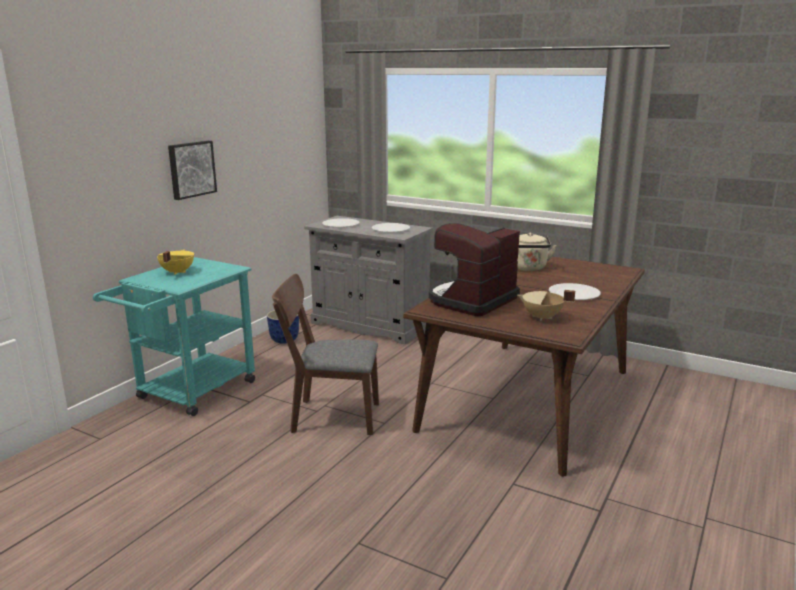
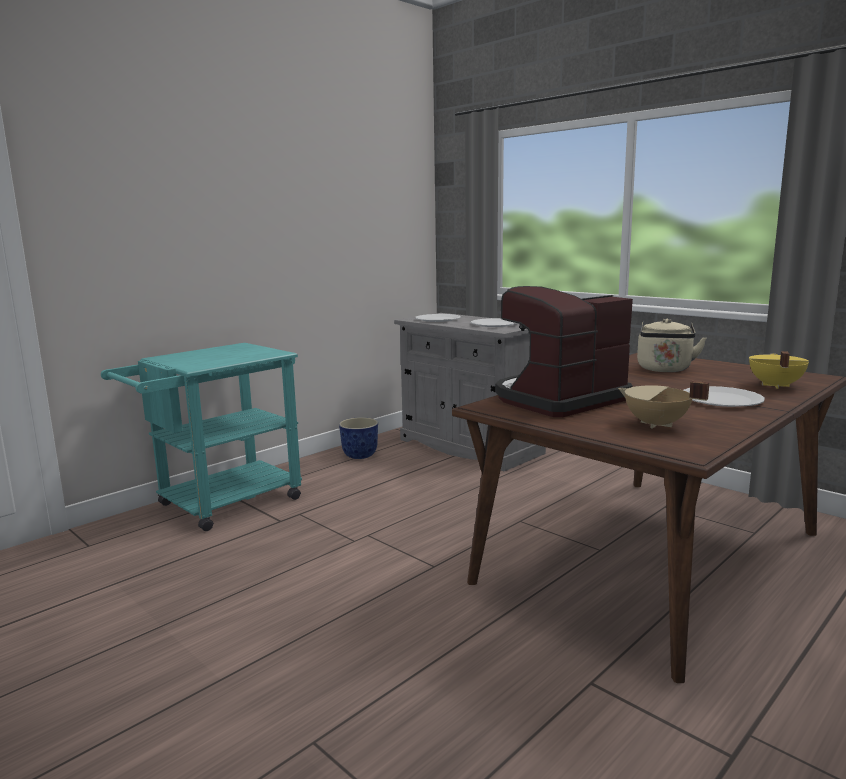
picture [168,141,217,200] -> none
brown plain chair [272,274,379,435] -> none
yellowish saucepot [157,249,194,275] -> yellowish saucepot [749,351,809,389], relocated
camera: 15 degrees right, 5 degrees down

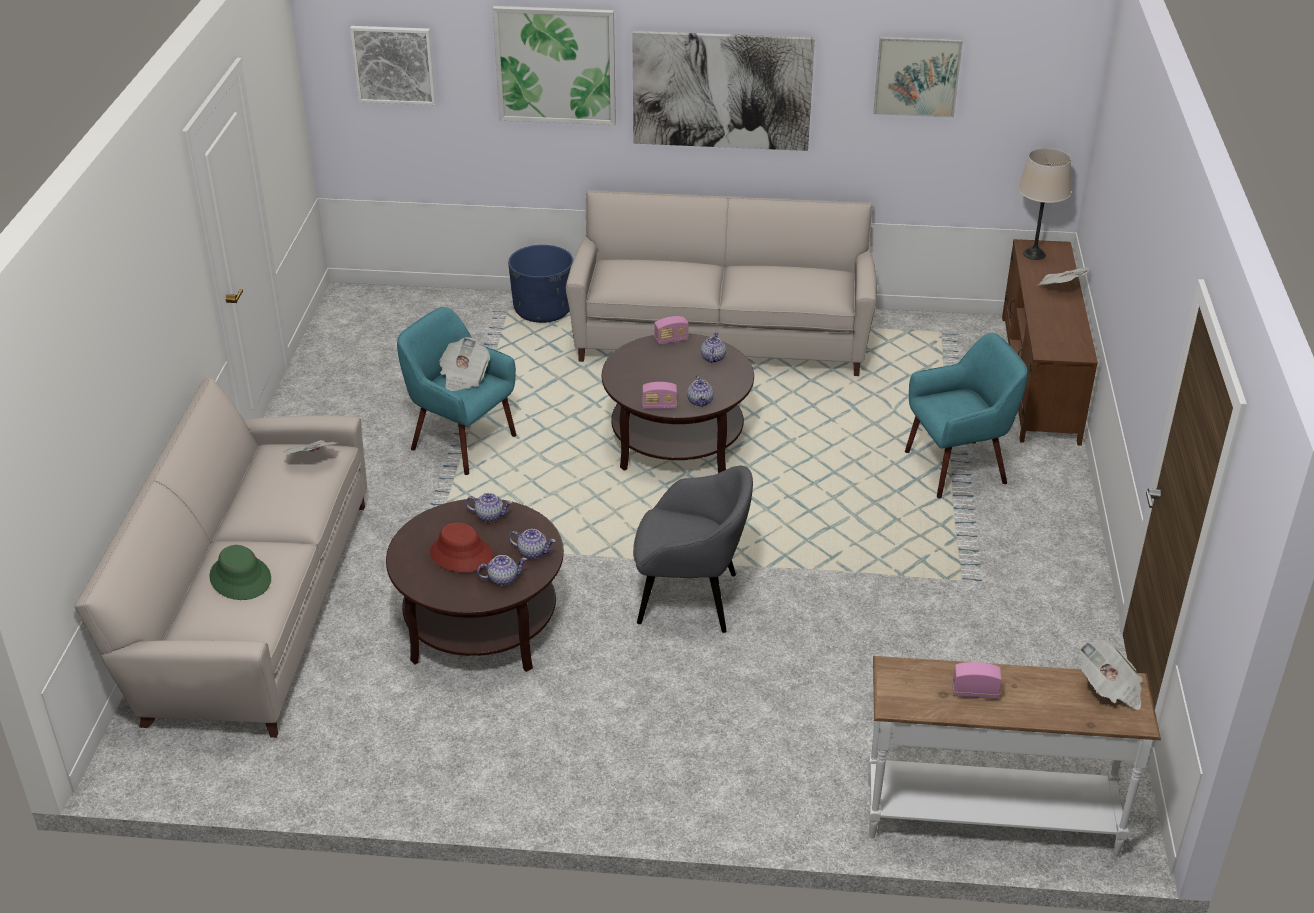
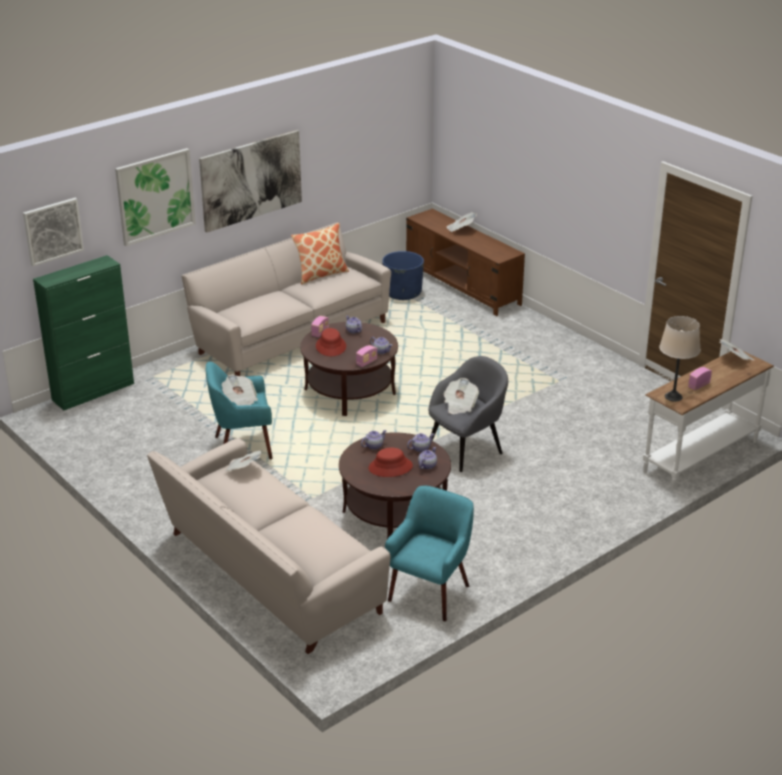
greenish clothing hat [209,545,271,600] -> none
picture [873,37,963,117] -> none
none -> greenish storage cabinet [33,255,134,410]
none -> pillow [291,223,349,285]
none -> reddish clothing hat [316,328,346,356]
none -> newspaper [444,378,479,414]
bluish planter [508,245,573,323] -> bluish planter [382,251,424,300], relocated
blue-green lounge chair [905,333,1027,498] -> blue-green lounge chair [385,485,474,621], relocated
beige-coloured tabletop lamp [1018,148,1071,260] -> beige-coloured tabletop lamp [659,316,701,402], relocated
camera: 45 degrees left, 5 degrees down

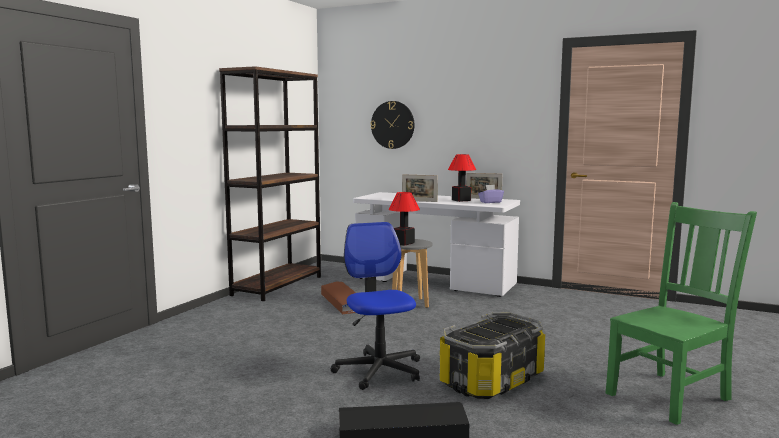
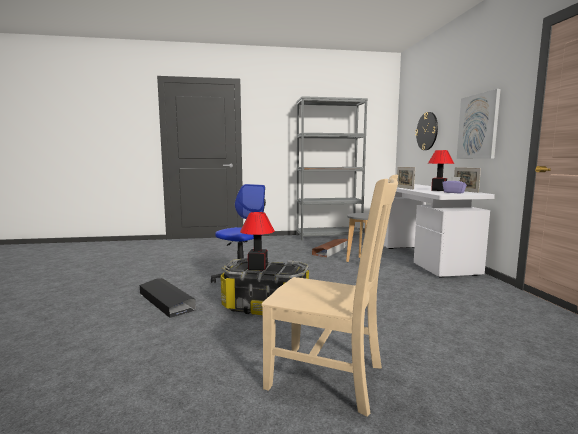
none -> picture [457,89,501,159]
tabletop lamp [388,192,420,246] -> tabletop lamp [240,212,275,270], relocated
brown bookshelf [219,66,321,301] -> greyish bookshelf [297,96,368,241]
greenish plain chair [606,202,757,425] -> beige-coloured plain chair [262,174,398,417]
camera: 55 degrees right, 0 degrees up

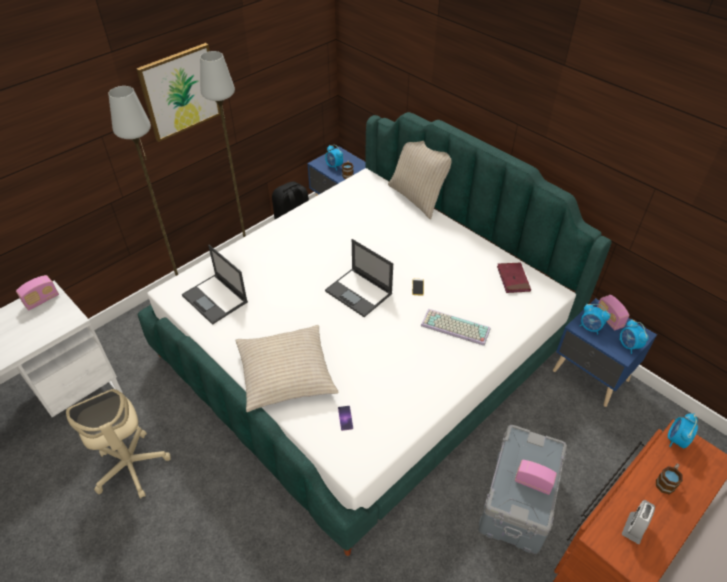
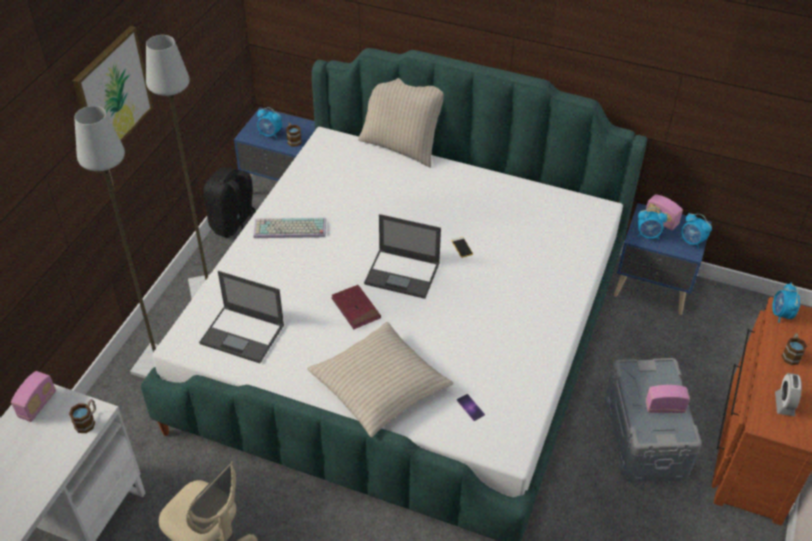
none -> coffee mug [69,399,96,433]
keyboard [421,309,490,346] -> keyboard [253,218,326,238], relocated
reddish bound book [497,262,531,293] -> reddish bound book [331,285,381,329], relocated
camera: 25 degrees left, 0 degrees up

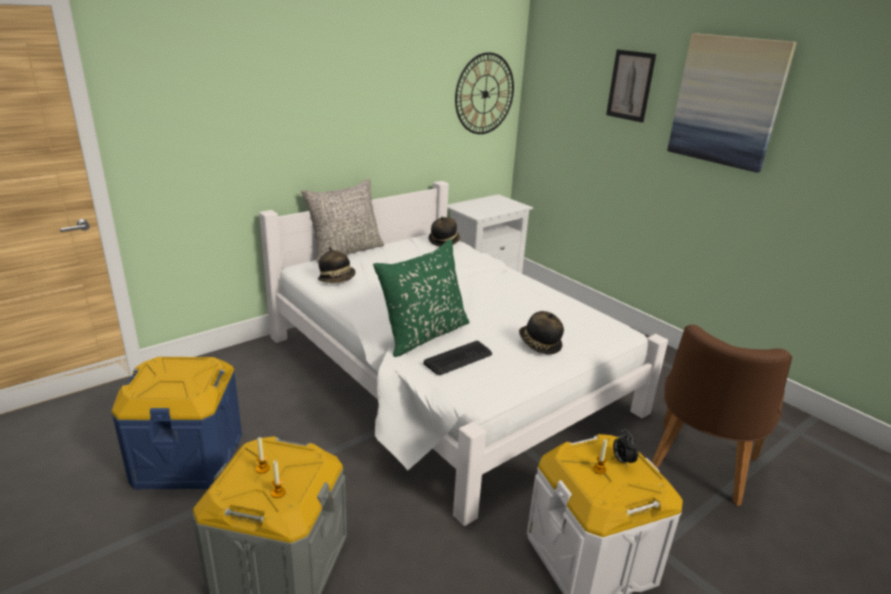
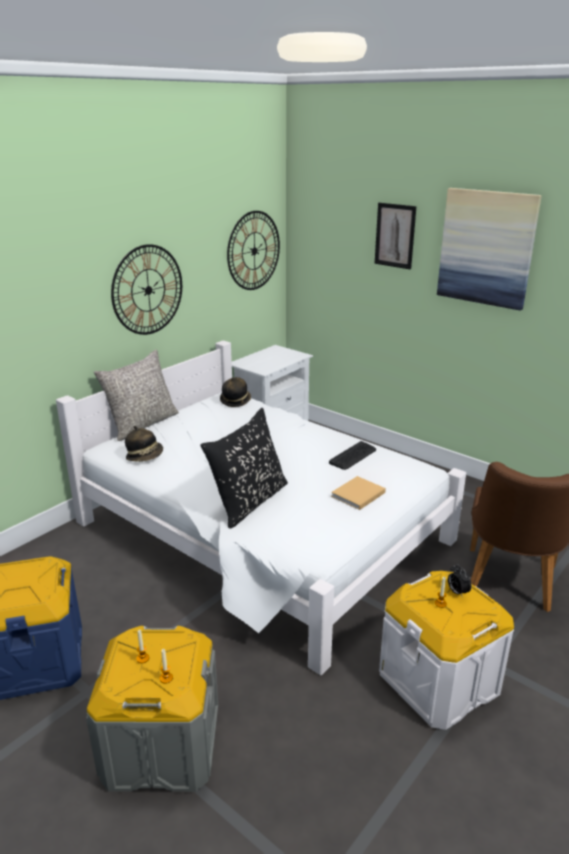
none -> hanging clock [111,244,182,335]
keyboard [424,341,492,375] -> keyboard [329,441,376,470], relocated
clothing hat [519,311,564,354] -> beige-coloured bound book [331,476,386,510]
greenish pillow [373,239,469,357] -> black-coloured pillow [200,408,288,529]
camera: 10 degrees left, 0 degrees up

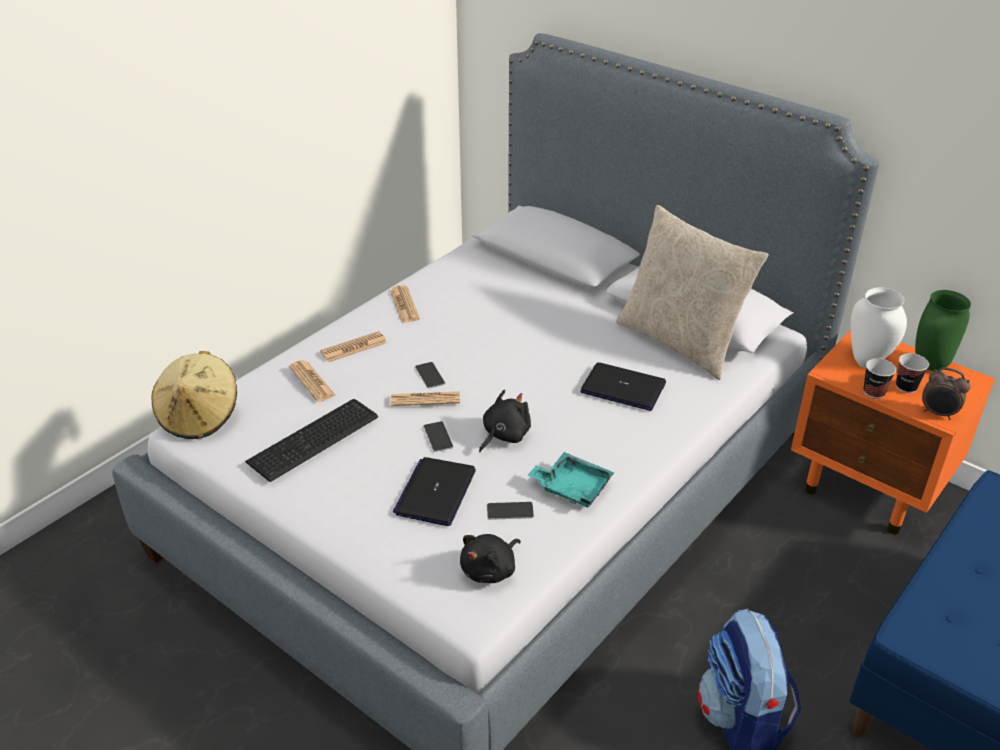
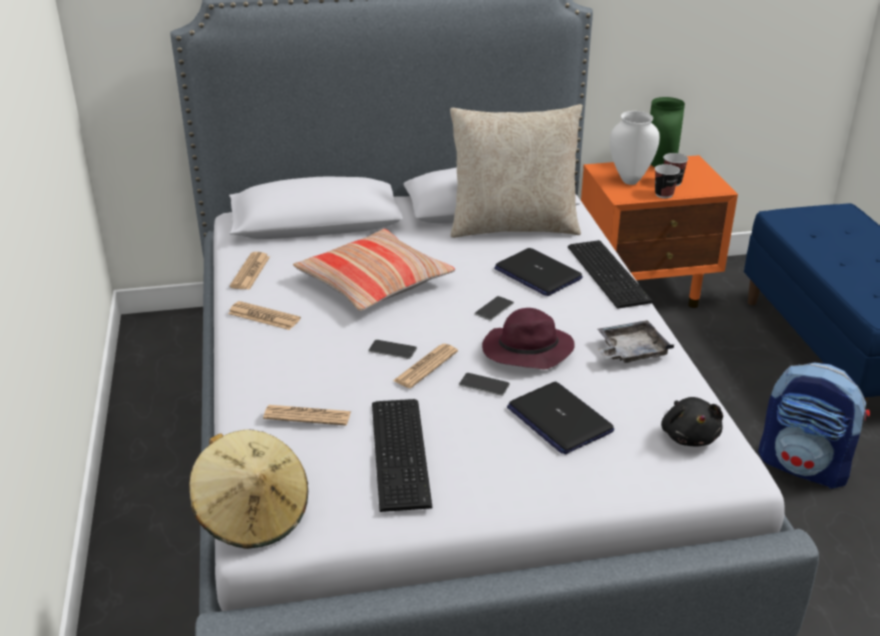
bedside clock [922,367,971,420] -> none
none -> pillow [293,229,455,311]
none -> keyboard [568,240,654,309]
newspaper [320,331,387,362] -> newspaper [230,252,270,290], relocated
handset [487,502,534,520] -> handset [475,296,514,320], relocated
black-coloured cuddly toy [479,390,531,452] -> purplish clothing hat [482,308,575,370]
blue-green serving tray [528,452,614,508] -> greyish serving tray [598,320,674,363]
notebook computer [580,362,666,411] -> notebook computer [494,248,583,296], 105 degrees counterclockwise
camera: 50 degrees left, 5 degrees down

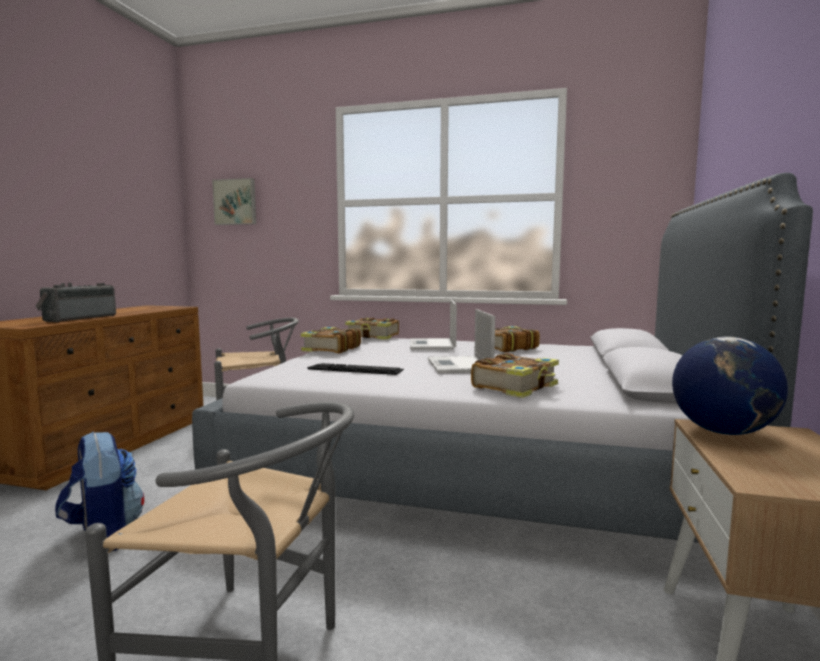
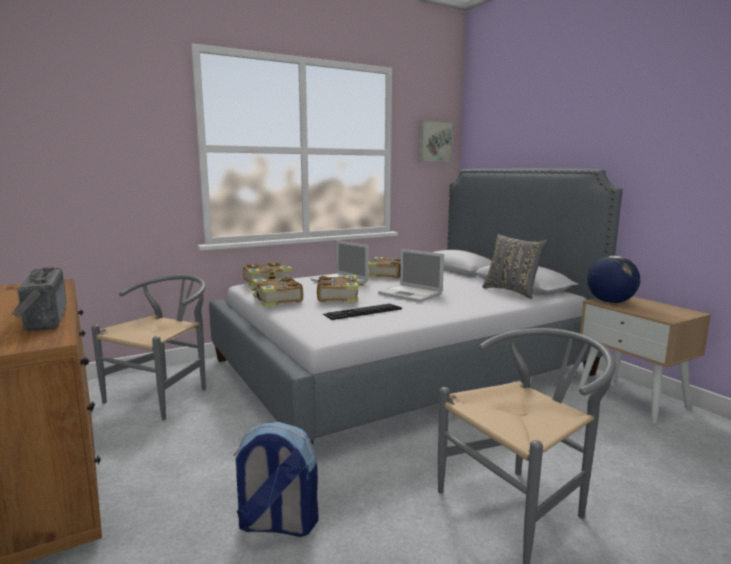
none -> greyish pillow [482,234,548,299]
picture [212,178,256,225] -> picture [418,120,453,162], relocated
bound book [471,353,559,398] -> bound book [317,275,366,302], relocated
camera: 45 degrees left, 5 degrees up

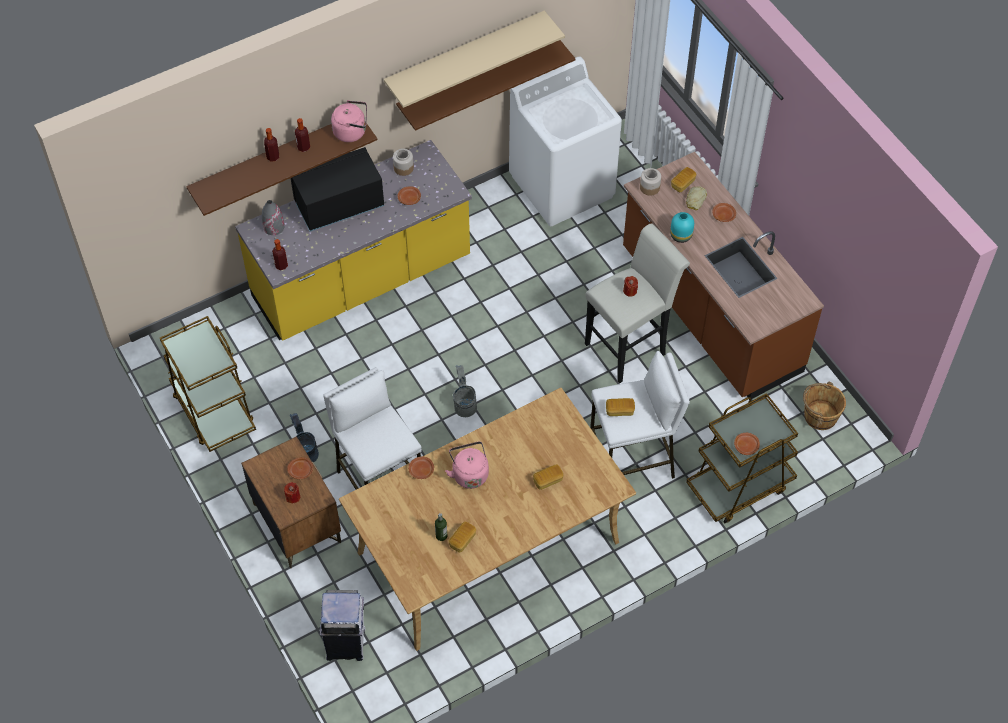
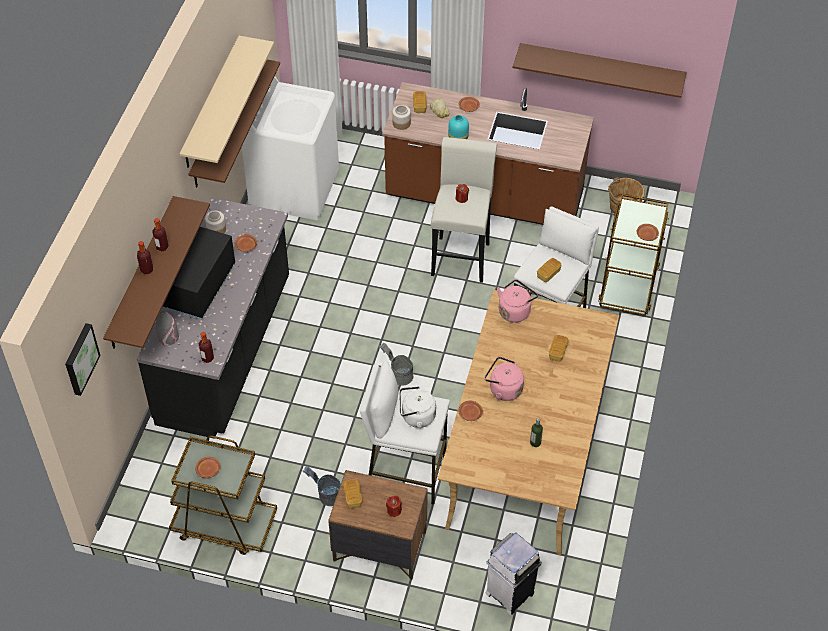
none -> picture [65,323,100,396]
none -> white water kettle [399,386,436,428]
none -> brown bracket shelf [513,43,687,98]
brown plate [287,457,313,479] -> brown plate [195,457,221,478], relocated
pink water kettle [331,100,367,142] -> pink water kettle [497,279,538,323], relocated
bread [448,522,476,552] -> bread [343,479,362,508], relocated
yellowish kitchen base unit [235,140,472,341] -> black-coloured kitchen base unit [137,198,289,439]
camera: 45 degrees left, 5 degrees down

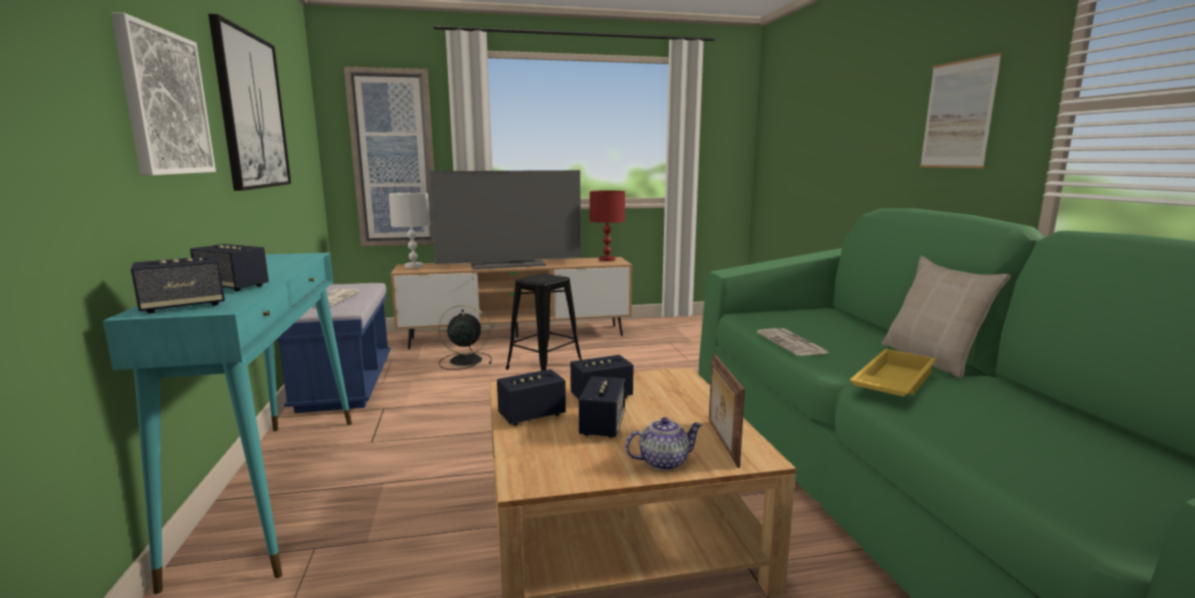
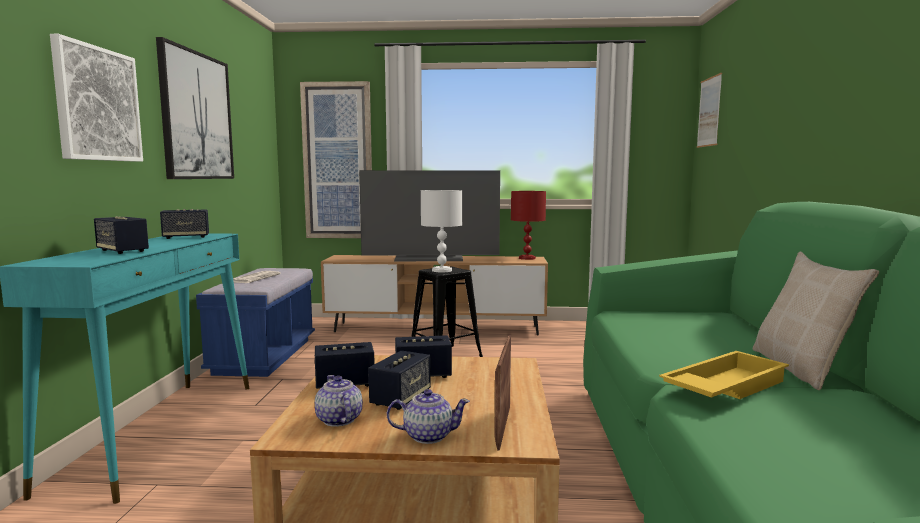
black-coloured cooling fan [438,305,491,370] -> none
newspaper [757,328,829,356] -> none
none -> teapot [315,375,363,427]
loudspeaker [131,256,225,313] -> loudspeaker [160,209,209,239], relocated
white tabletop lamp [389,193,430,268] -> white tabletop lamp [421,190,462,273], relocated
picture [920,53,1002,168] -> picture [697,73,722,148], relocated
camera: 15 degrees right, 5 degrees down

